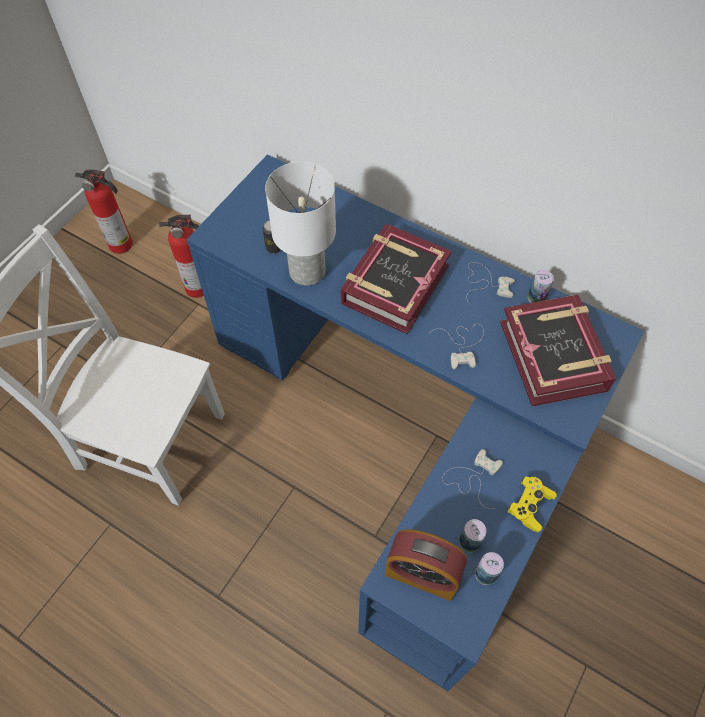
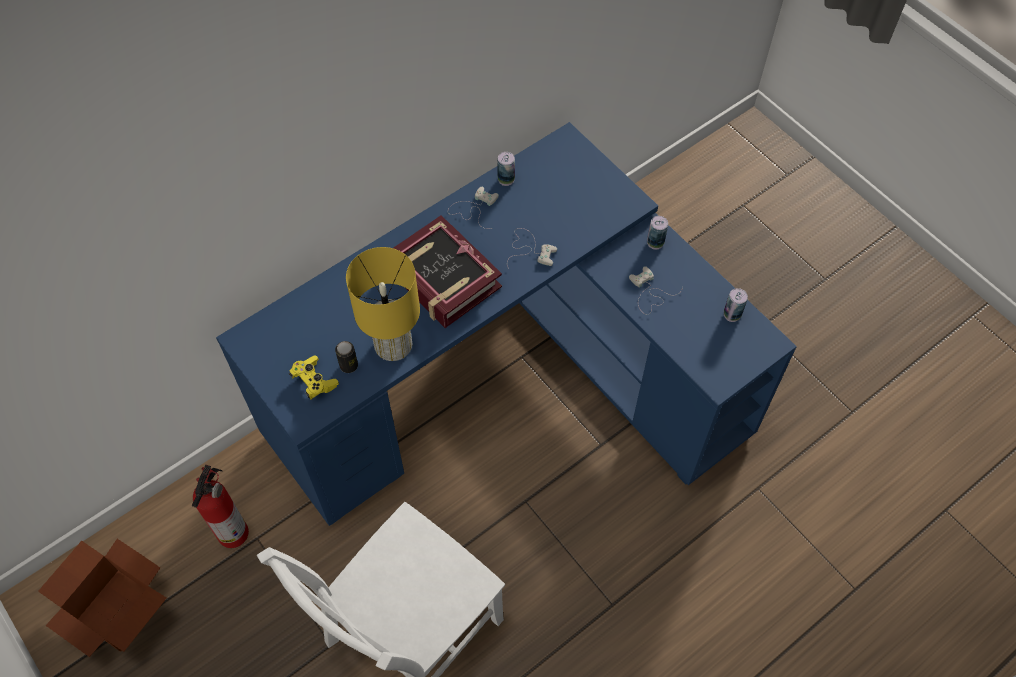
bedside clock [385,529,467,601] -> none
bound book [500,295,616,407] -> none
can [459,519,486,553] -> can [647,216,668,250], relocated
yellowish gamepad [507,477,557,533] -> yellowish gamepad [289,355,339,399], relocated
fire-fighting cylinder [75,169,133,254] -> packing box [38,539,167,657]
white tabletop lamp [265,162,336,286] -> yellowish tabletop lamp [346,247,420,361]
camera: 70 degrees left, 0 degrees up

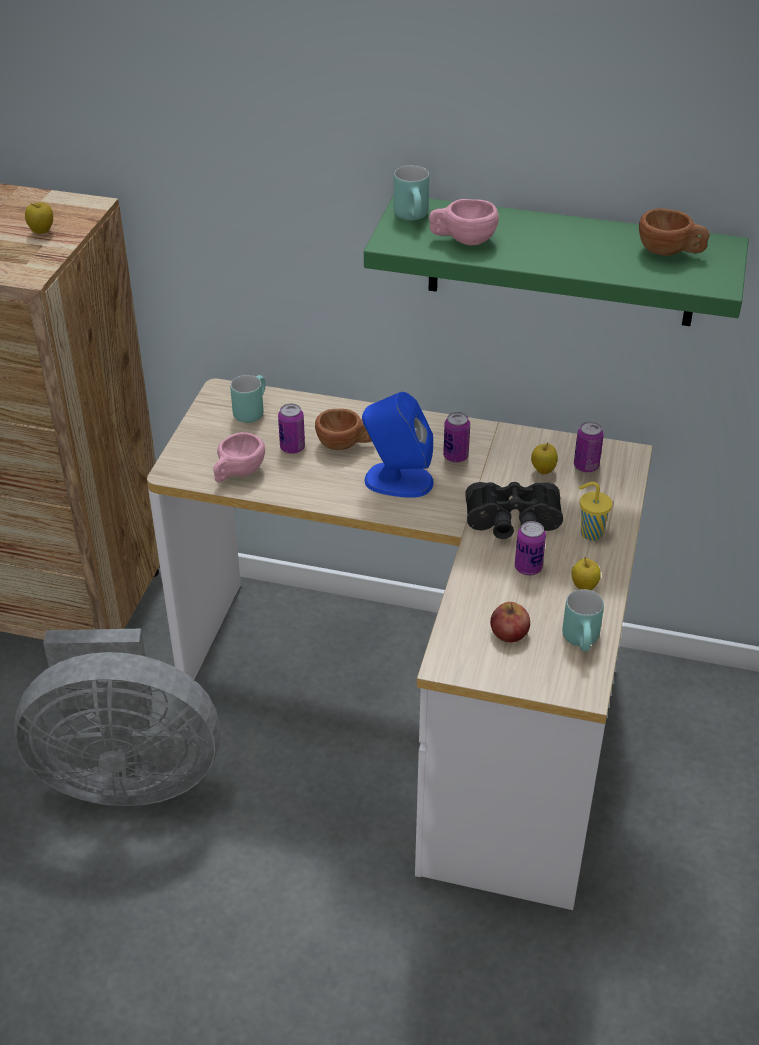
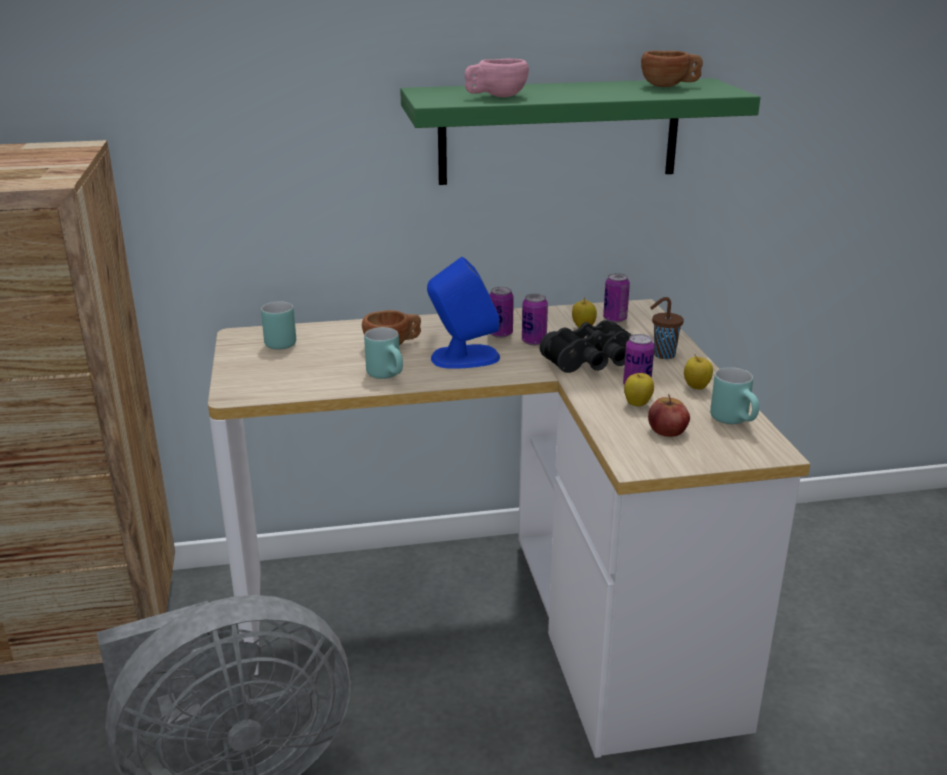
pink small cup [213,432,265,482] -> none
apple [25,202,53,234] -> apple [624,373,654,407], relocated
can [278,403,305,454] -> can [522,294,548,345], relocated
blue-green coffee mug [394,165,429,220] -> blue-green coffee mug [364,327,403,379], relocated
yellowish small cup [579,482,613,541] -> brown small cup [650,297,684,359]
camera: 25 degrees left, 15 degrees down

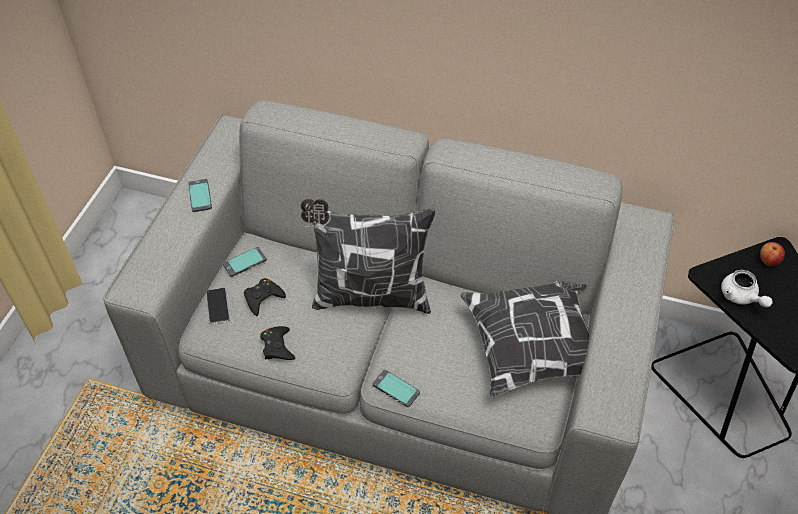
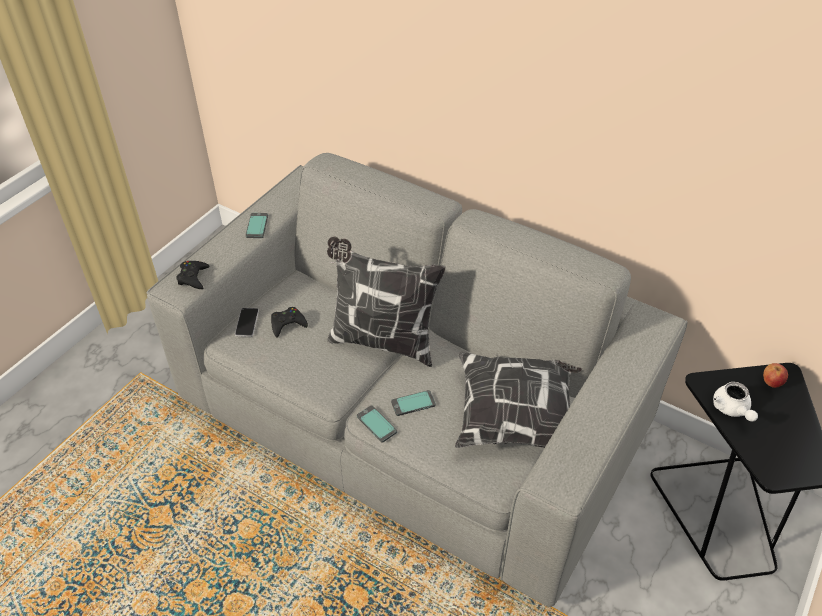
handset [223,247,267,277] -> handset [391,390,436,416], relocated
black-coloured gamepad [260,326,295,360] -> black-coloured gamepad [176,261,210,289], relocated
camera: 15 degrees right, 5 degrees down

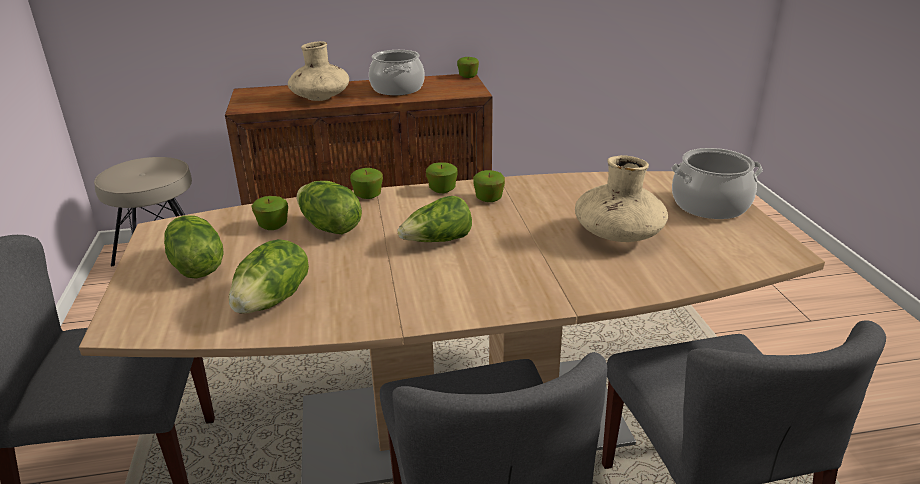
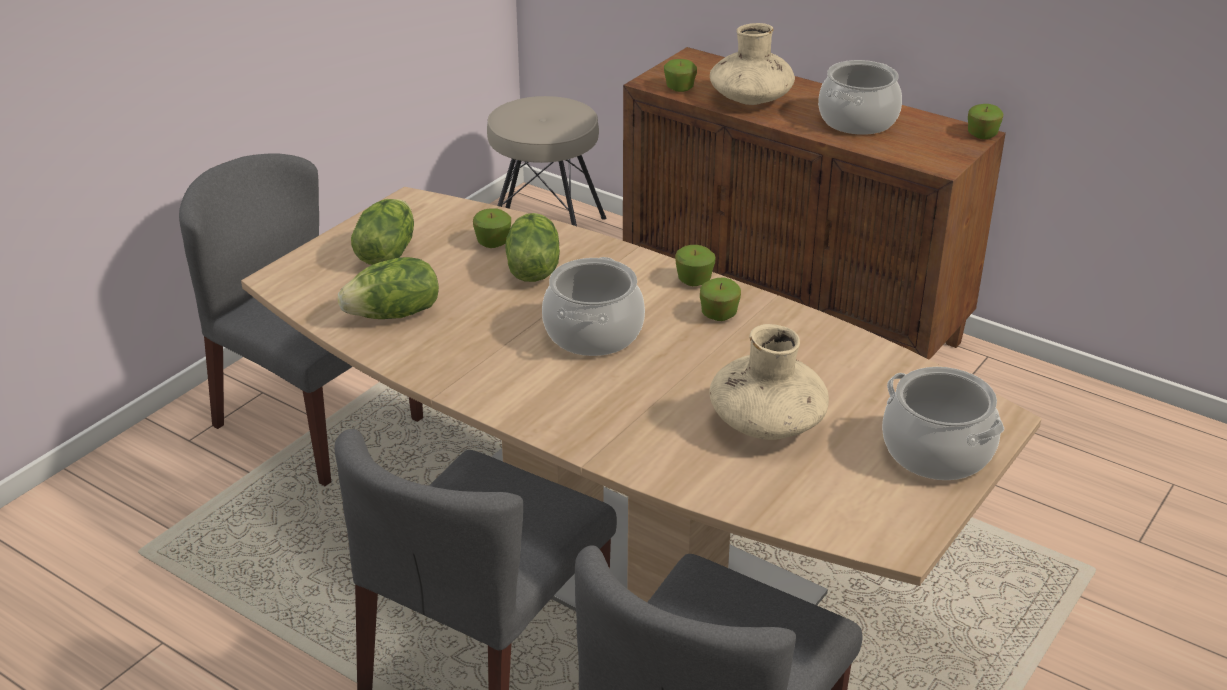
apple [350,168,383,199] -> apple [664,59,697,92], relocated
lettuce [397,196,472,242] -> saucepot [542,257,645,356]
camera: 45 degrees right, 5 degrees up

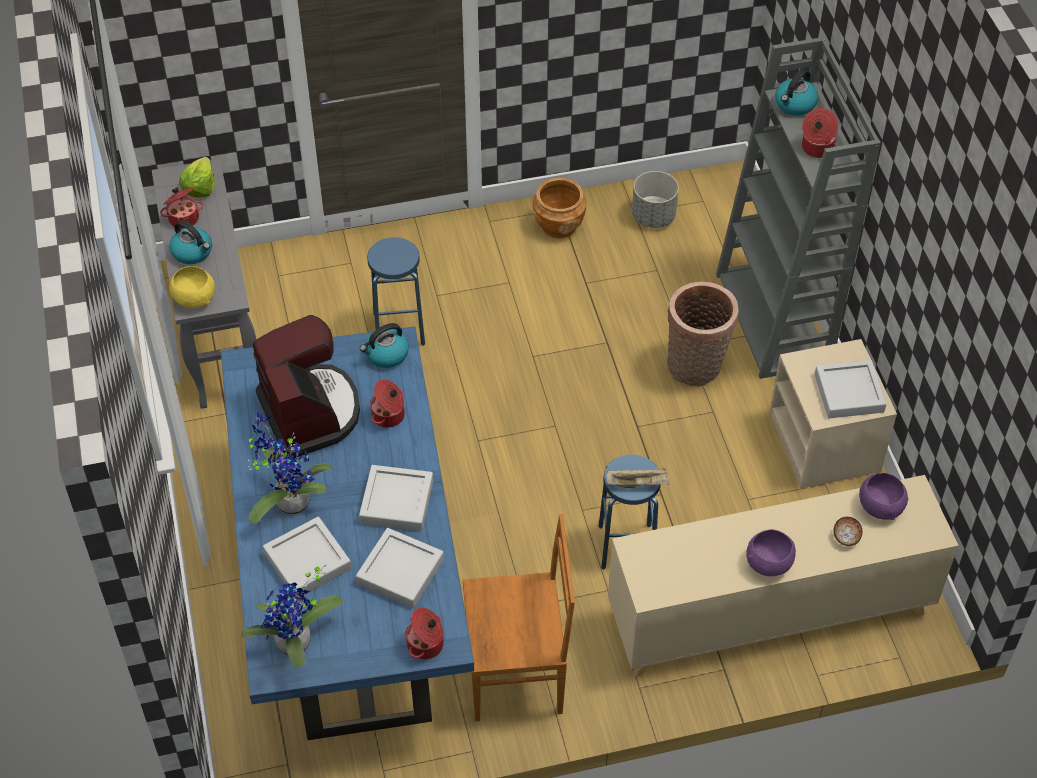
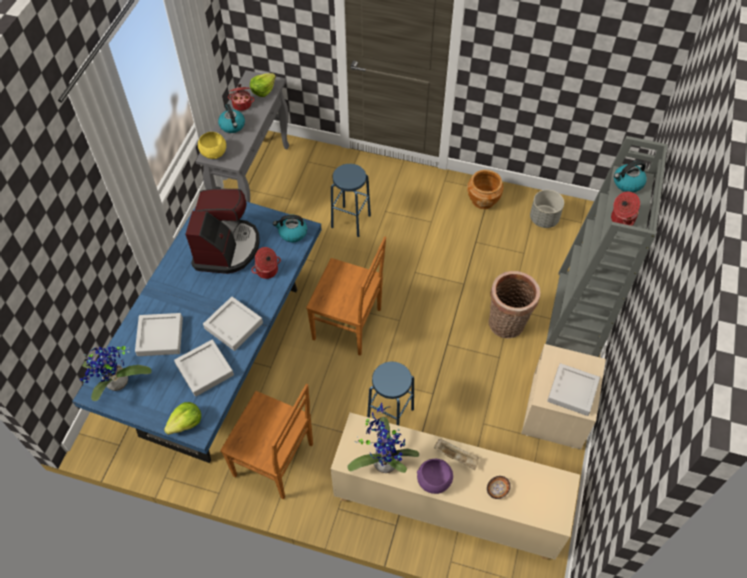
purplish serving bowl [859,473,908,520] -> none
none -> brown plain chair [306,237,386,356]
houseplant [248,412,332,524] -> houseplant [347,403,419,473], relocated
beige-coloured serving tray [606,468,669,488] -> beige-coloured serving tray [434,439,479,470], relocated
saucepot [405,607,444,659] -> lettuce [164,402,201,435]
camera: 30 degrees right, 5 degrees up

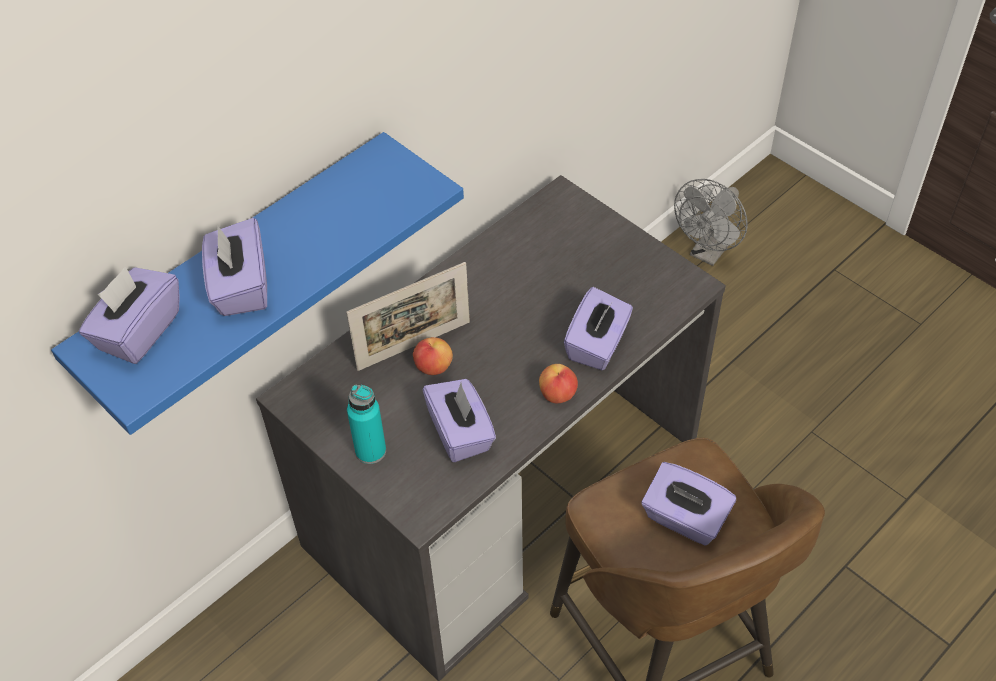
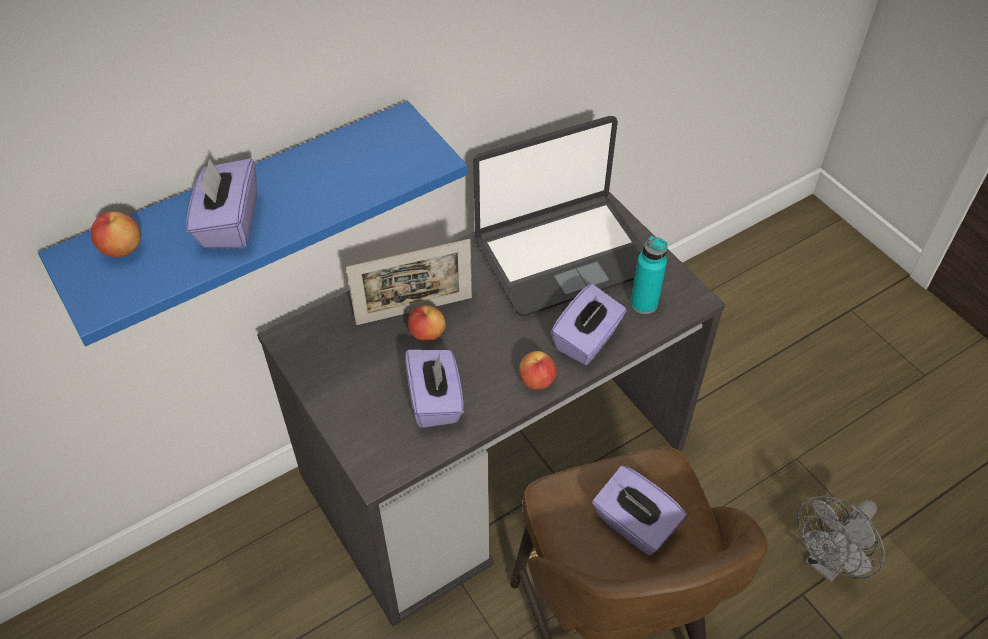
none -> notebook computer [473,116,643,316]
blue-green drink bottle [347,385,386,464] -> blue-green drink bottle [631,236,668,314], relocated
greyish cooling fan [674,179,748,266] -> greyish cooling fan [797,495,885,582], relocated
purplish box of tissues [79,266,180,364] -> apple [91,211,141,257]
camera: 10 degrees right, 0 degrees up

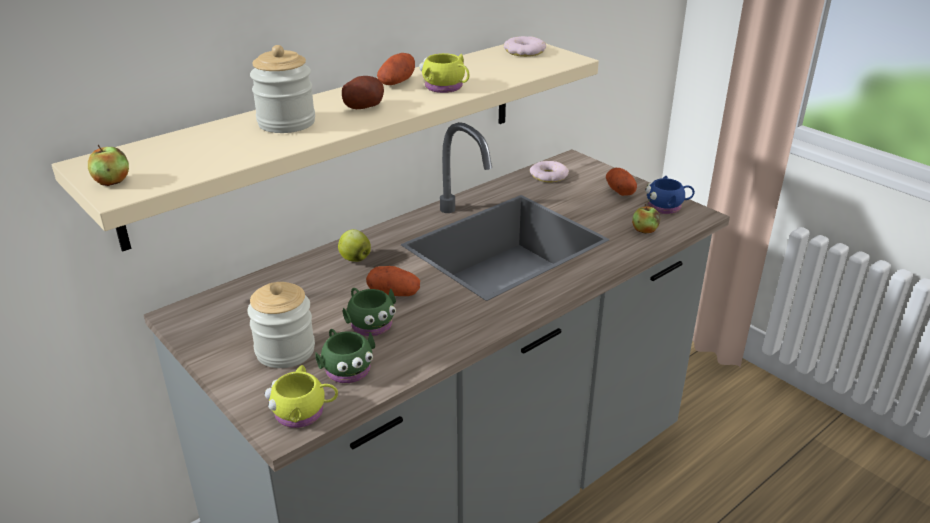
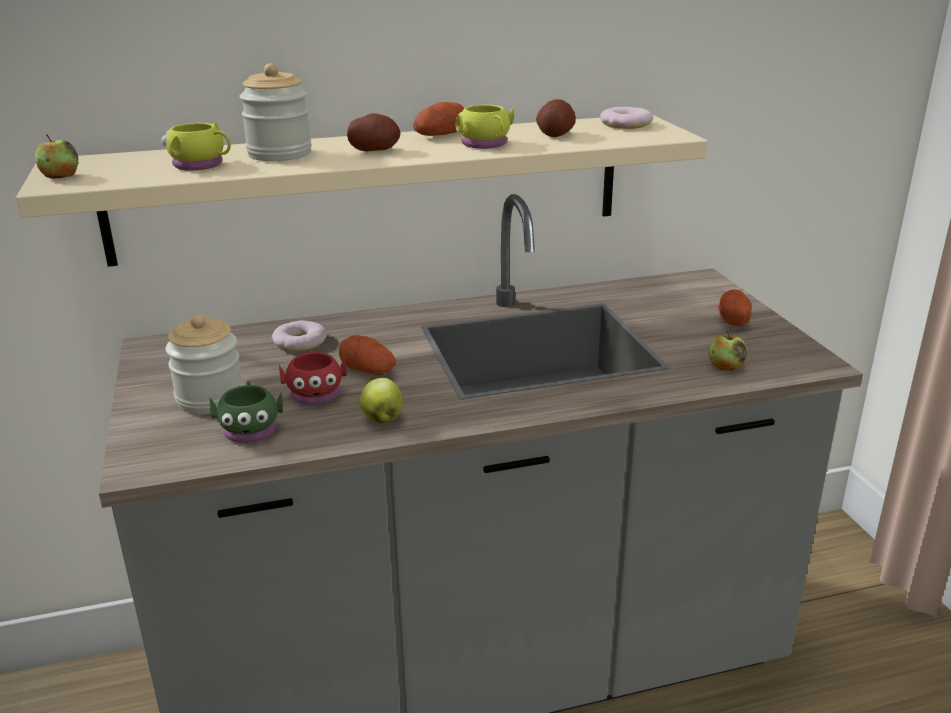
bluish coffee mug [645,176,695,214] -> none
none -> potato [536,99,576,137]
yellowish coffee mug [264,365,338,428] -> yellowish coffee mug [161,122,231,170], relocated
apple [338,229,371,262] -> apple [359,378,402,423], relocated
donut [530,161,569,182] -> donut [272,321,328,351], relocated
greenish coffee mug [343,288,396,336] -> reddish coffee mug [279,349,347,405]
camera: 25 degrees right, 5 degrees down

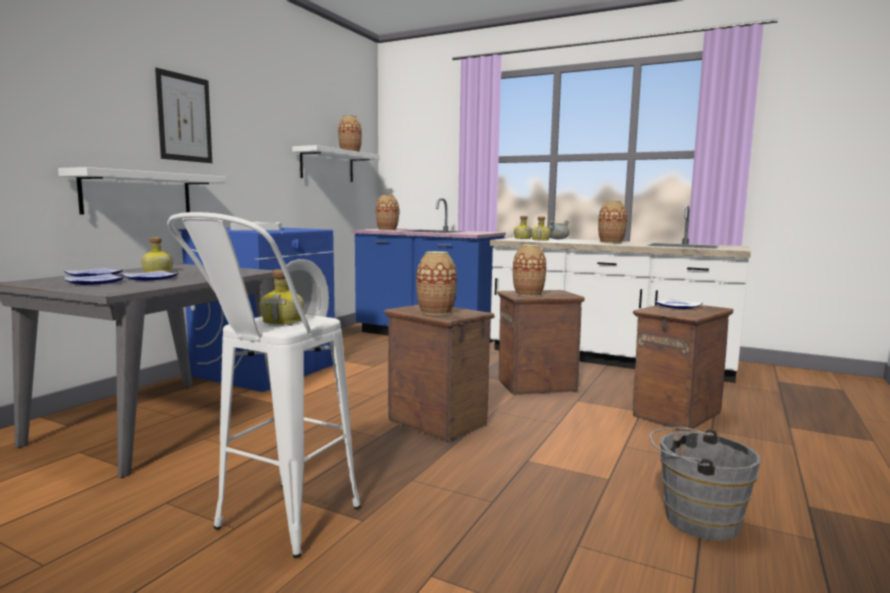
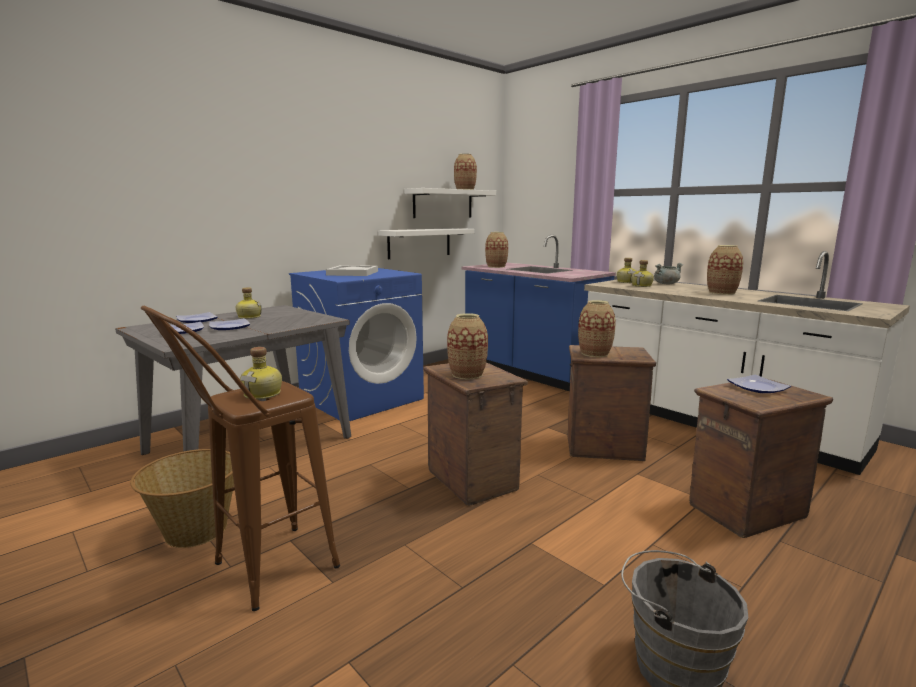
picture [155,68,212,163] -> none
none -> household basket [130,449,234,548]
white bracket shelf [58,167,226,215] -> white bracket shelf [378,228,475,259], relocated
white sitting stool [167,212,361,558] -> brown sitting stool [141,306,340,611]
camera: 20 degrees right, 5 degrees up

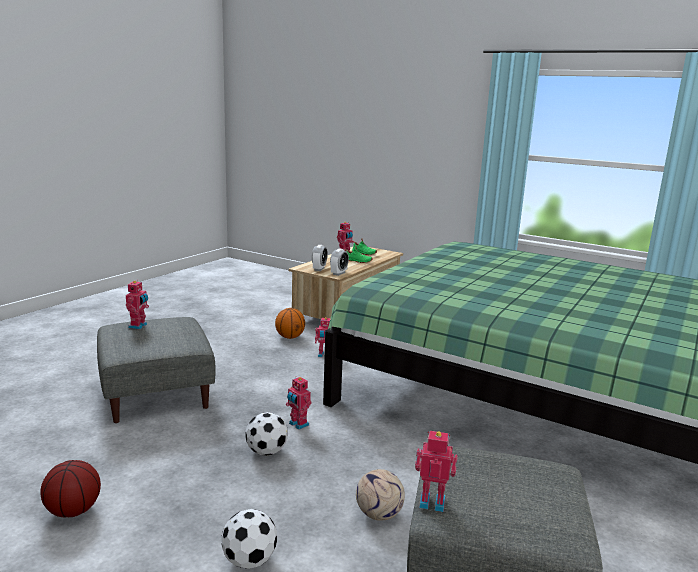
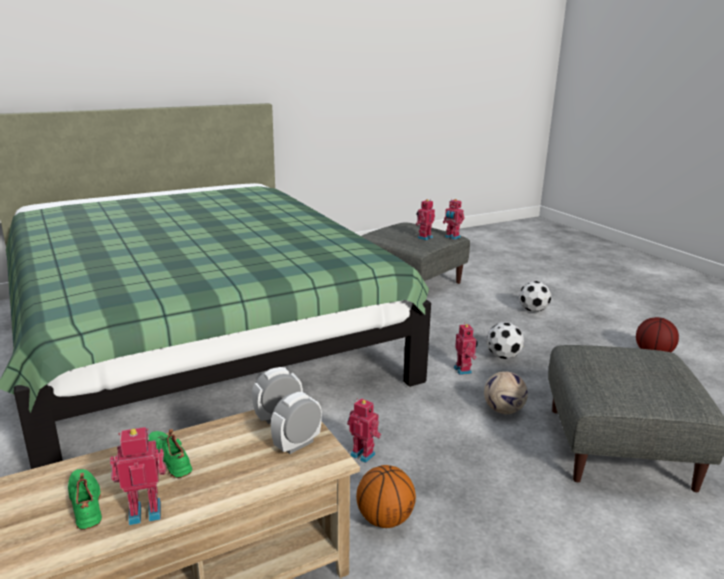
robot figure [126,281,149,329] -> robot figure [416,199,435,240], relocated
football [356,469,405,521] -> football [484,371,528,414], relocated
camera: 150 degrees left, 5 degrees up

